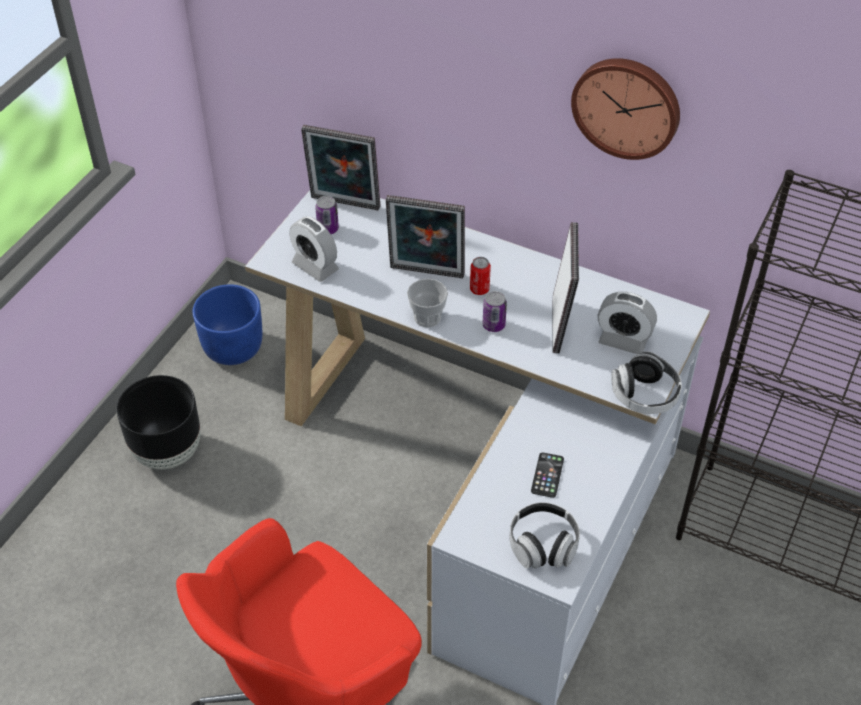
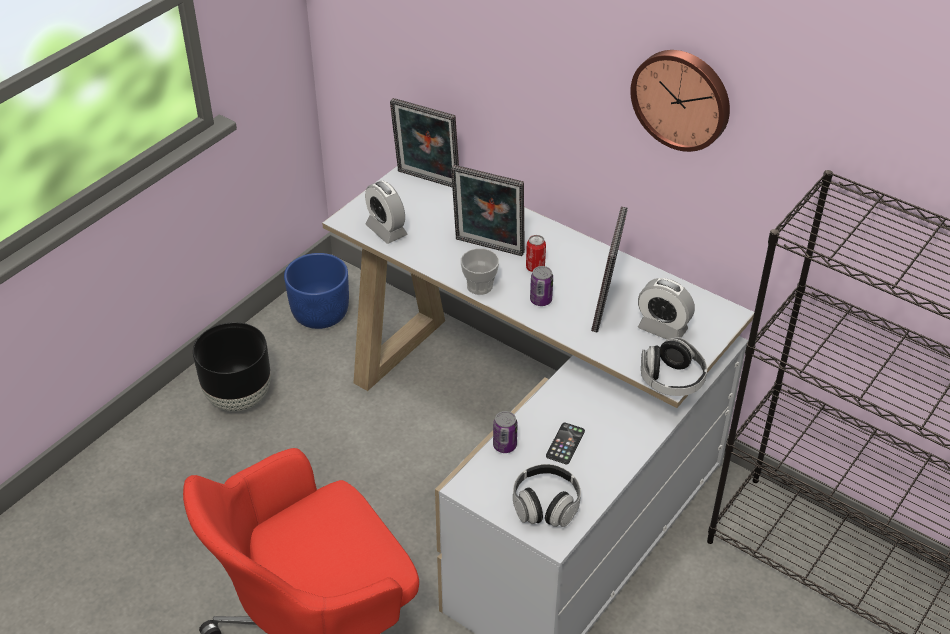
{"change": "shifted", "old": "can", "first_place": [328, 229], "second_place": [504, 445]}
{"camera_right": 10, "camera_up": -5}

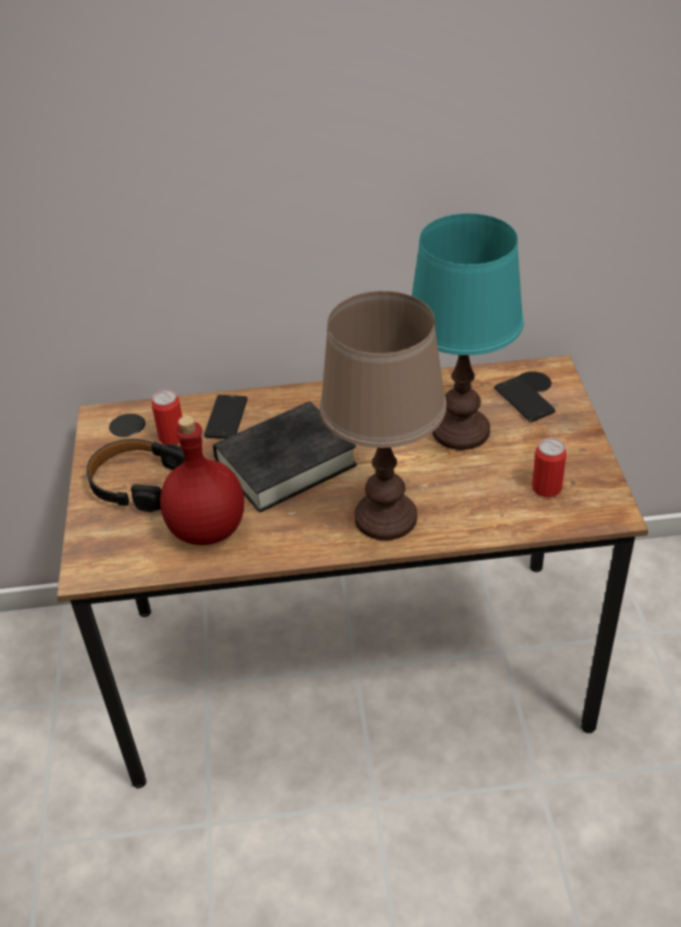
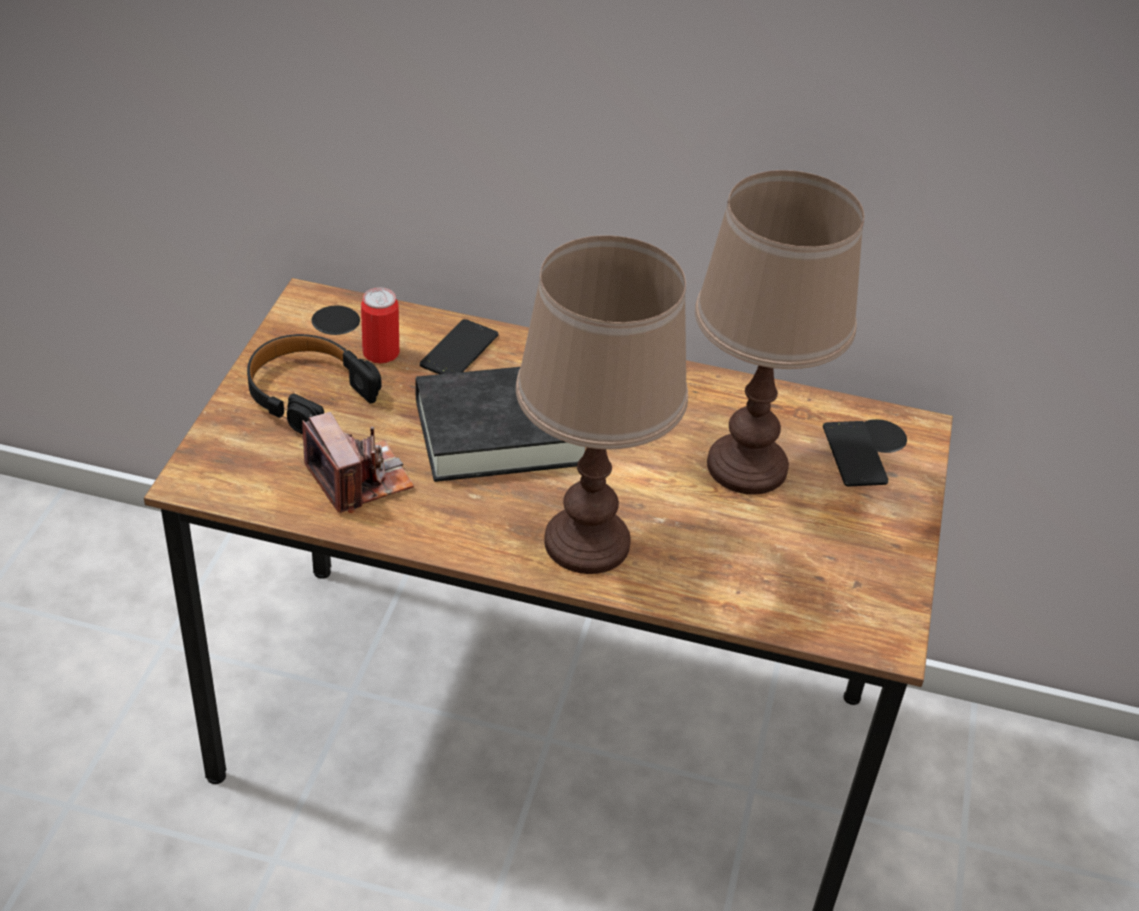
{"change": "swapped", "old": "red bottle", "new": "photo camera", "first_place": [206, 529], "second_place": [359, 479]}
{"change": "repainted", "old": "turquoise table lamp", "new": "brown table lamp", "first_place": [461, 430], "second_place": [748, 467]}
{"change": "gone", "old": "can", "first_place": [546, 488]}
{"camera_right": 15, "camera_up": 0}

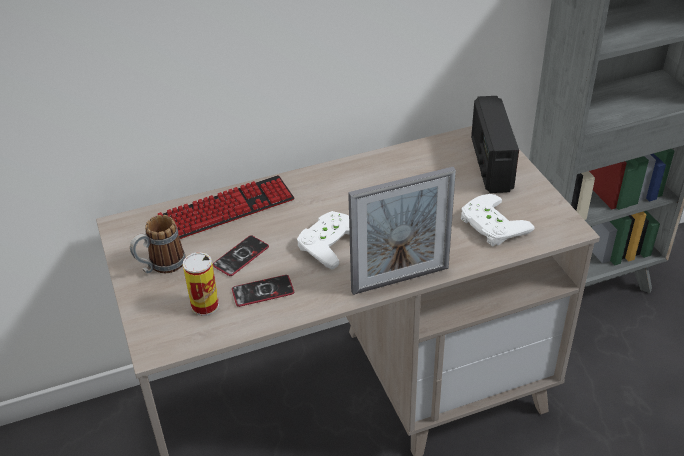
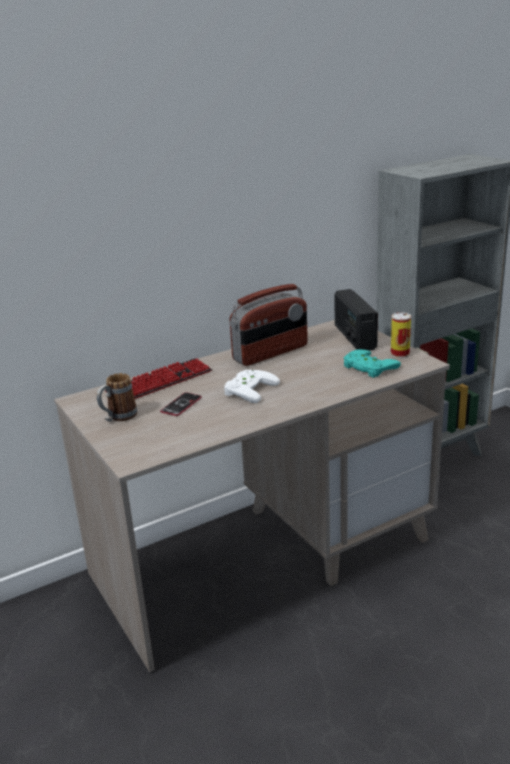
{"change": "shifted", "old": "can", "first_place": [205, 305], "second_place": [400, 354]}
{"change": "gone", "old": "phone", "first_place": [263, 291]}
{"change": "gone", "old": "picture frame", "first_place": [400, 279]}
{"change": "repainted", "old": "white game controller", "new": "turquoise game controller", "first_place": [490, 225], "second_place": [367, 367]}
{"change": "new", "new": "radio", "second_place": [271, 353]}
{"camera_right": -10, "camera_up": -15}

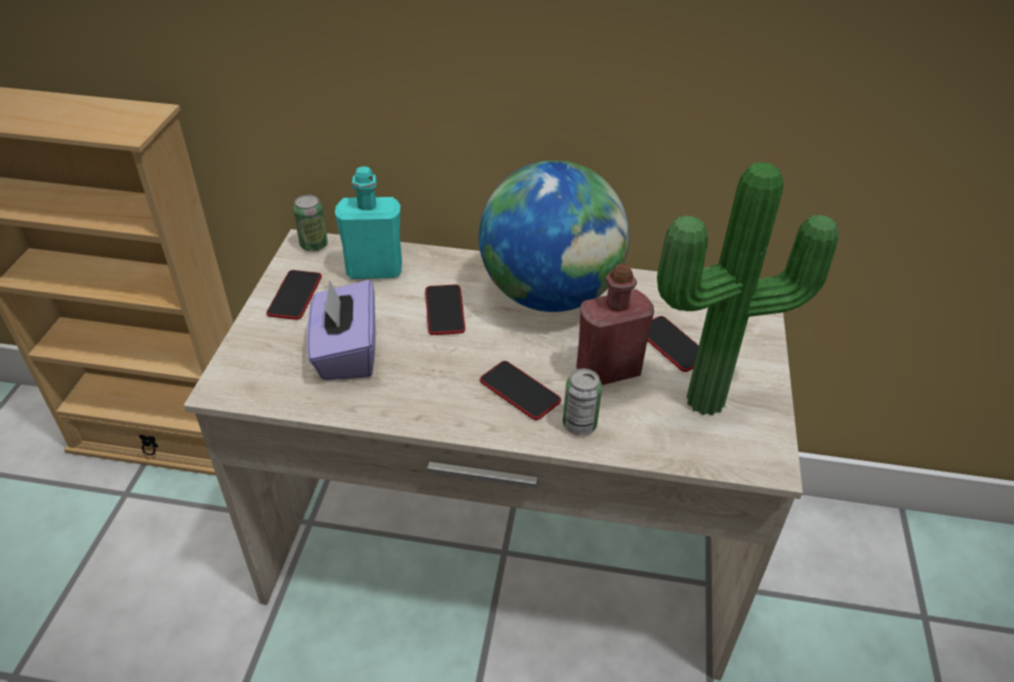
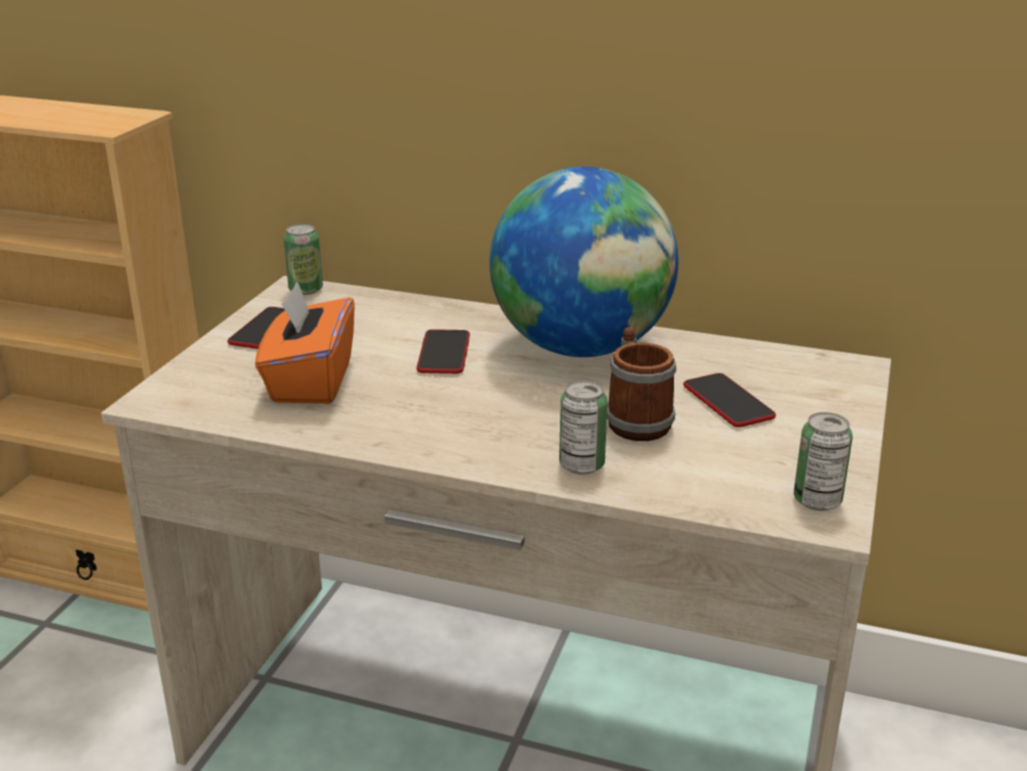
{"change": "repainted", "old": "purple tissue box", "new": "orange tissue box", "first_place": [346, 352], "second_place": [310, 381]}
{"change": "gone", "old": "turquoise bottle", "first_place": [374, 270]}
{"change": "gone", "old": "phone", "first_place": [519, 391]}
{"change": "swapped", "old": "red bottle", "new": "mug", "first_place": [608, 371], "second_place": [635, 420]}
{"change": "gone", "old": "potted plant", "first_place": [709, 406]}
{"change": "new", "new": "can", "second_place": [817, 500]}
{"camera_right": 10, "camera_up": -15}

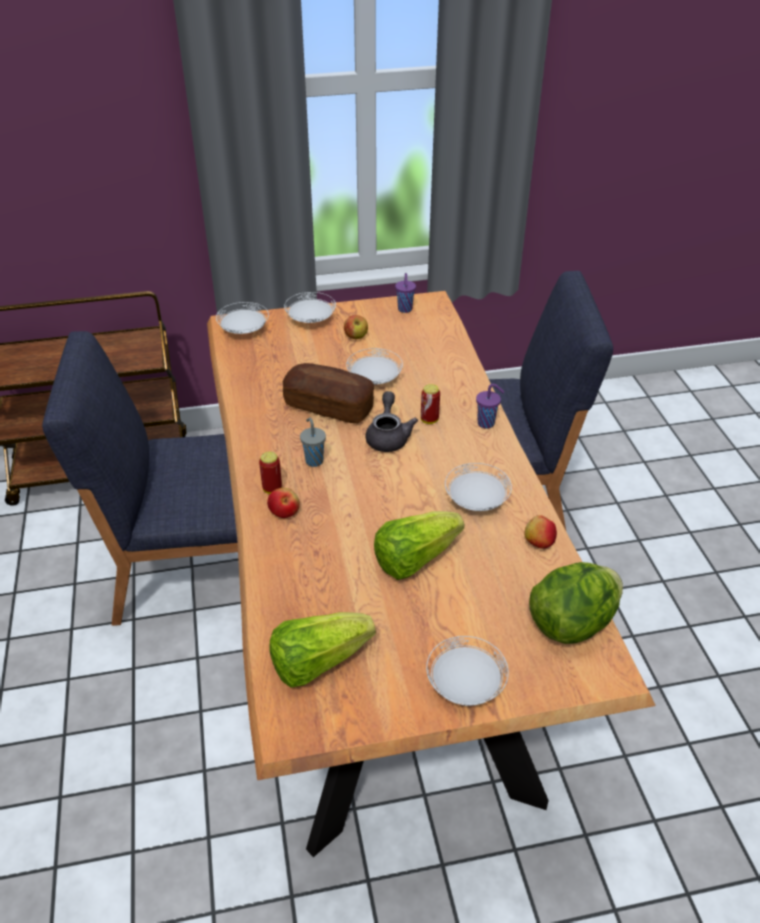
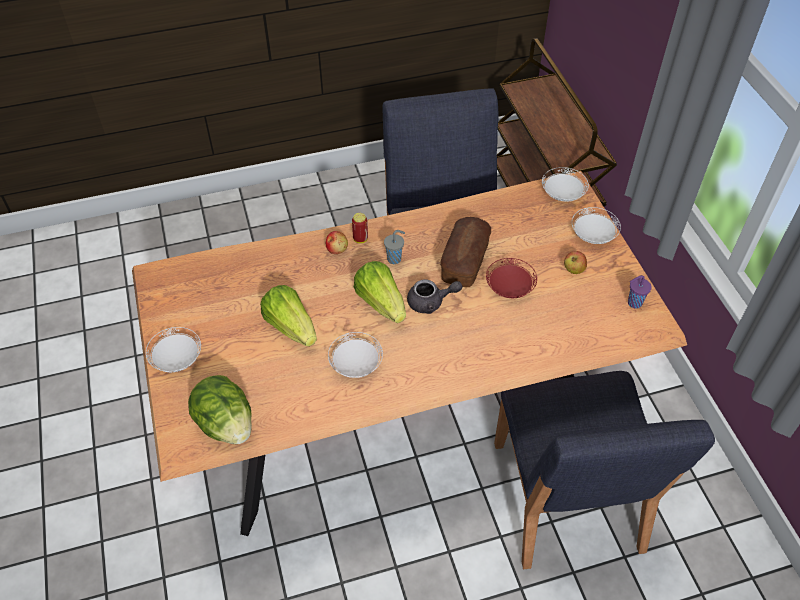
{"change": "shifted", "old": "lettuce", "first_place": [318, 662], "second_place": [381, 303]}
{"change": "repainted", "old": "white plate", "new": "red plate", "first_place": [374, 379], "second_place": [509, 288]}
{"change": "gone", "old": "can", "first_place": [429, 420]}
{"change": "gone", "old": "purple cup", "first_place": [487, 423]}
{"change": "gone", "old": "apple", "first_place": [538, 541]}
{"camera_right": 85, "camera_up": 10}

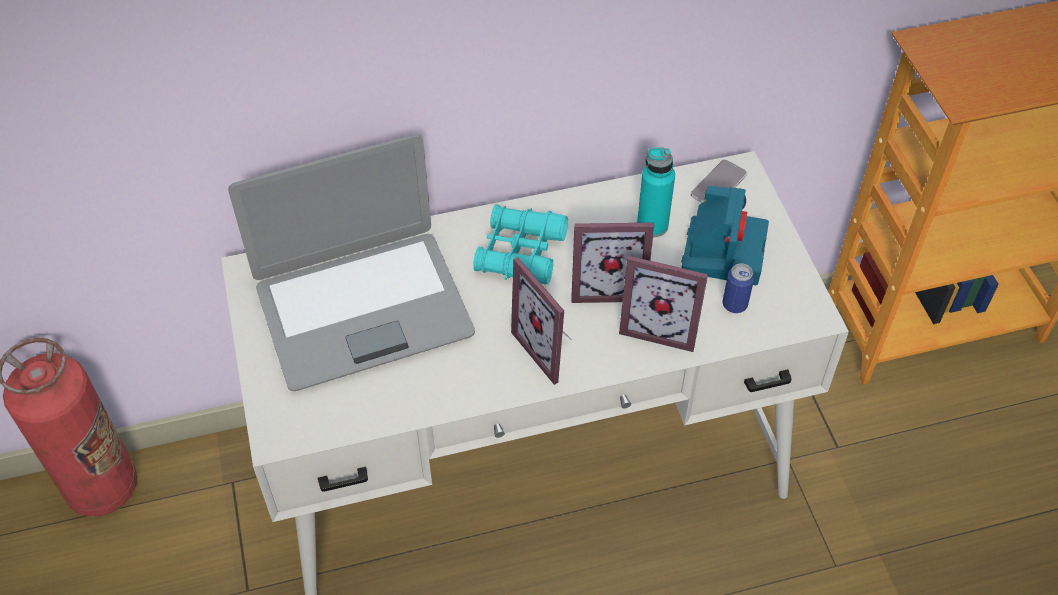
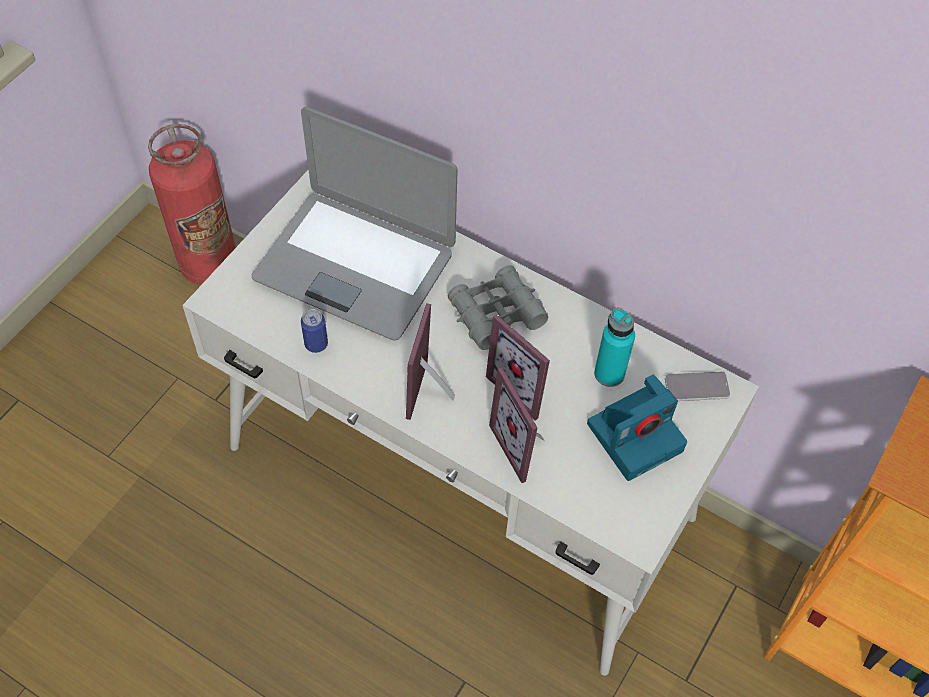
{"change": "repainted", "old": "turquoise binoculars", "new": "grey binoculars", "first_place": [520, 253], "second_place": [496, 314]}
{"change": "shifted", "old": "can", "first_place": [734, 305], "second_place": [316, 344]}
{"camera_right": 45, "camera_up": 5}

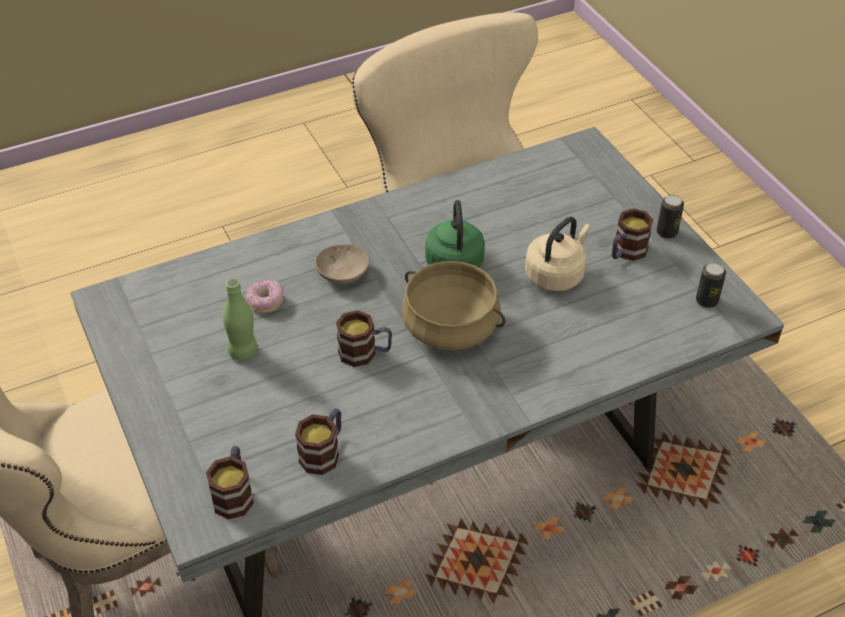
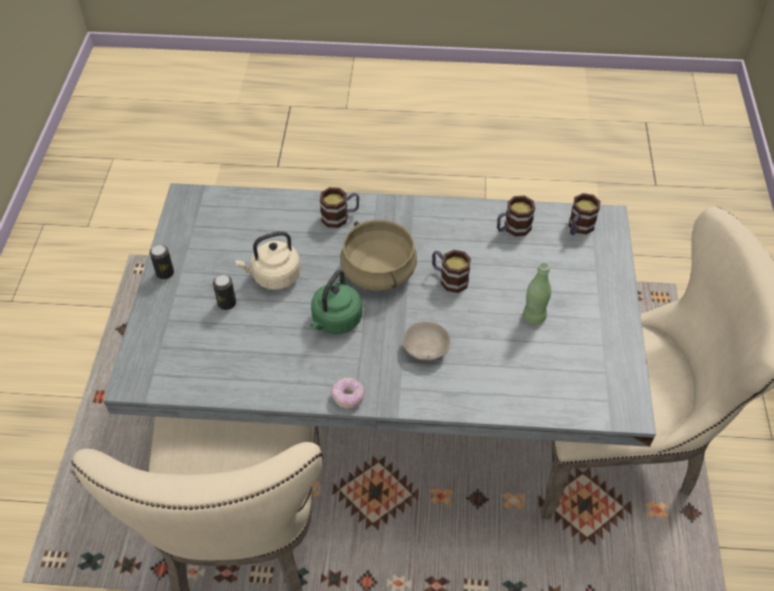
{"change": "shifted", "old": "donut", "first_place": [265, 302], "second_place": [348, 397]}
{"change": "shifted", "old": "mug", "first_place": [626, 252], "second_place": [340, 217]}
{"change": "shifted", "old": "can", "first_place": [706, 300], "second_place": [227, 303]}
{"camera_right": -150, "camera_up": 5}

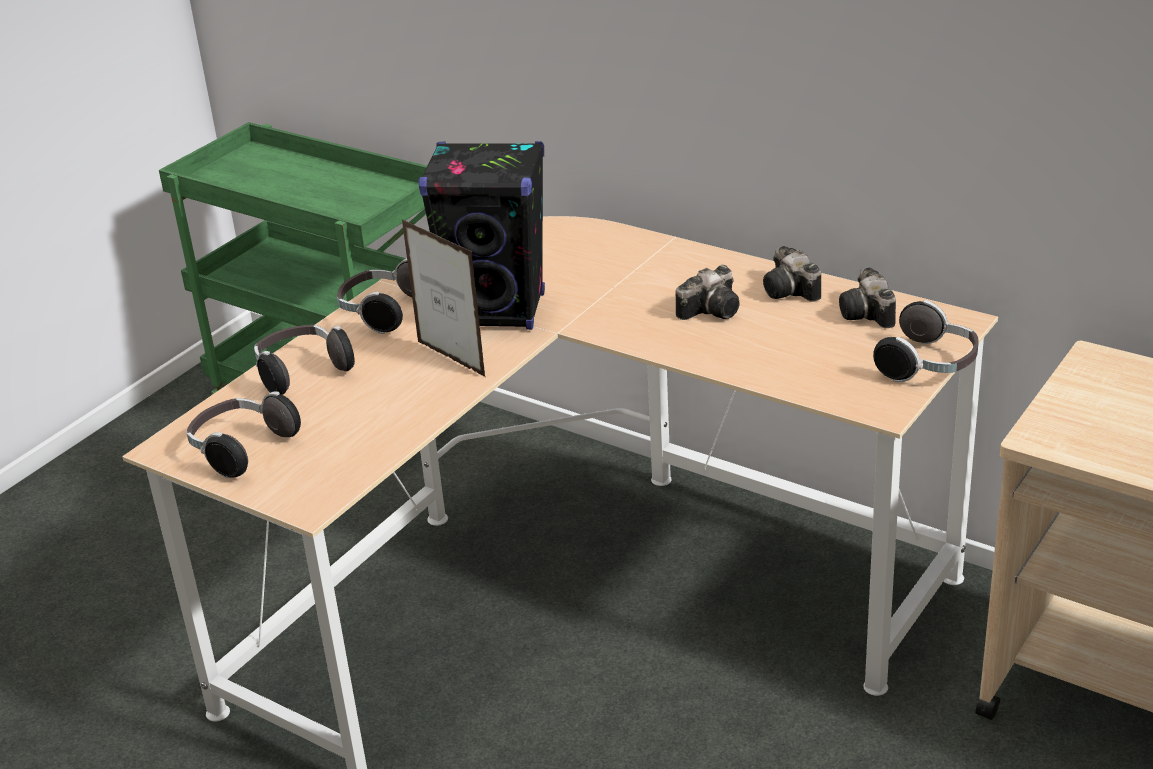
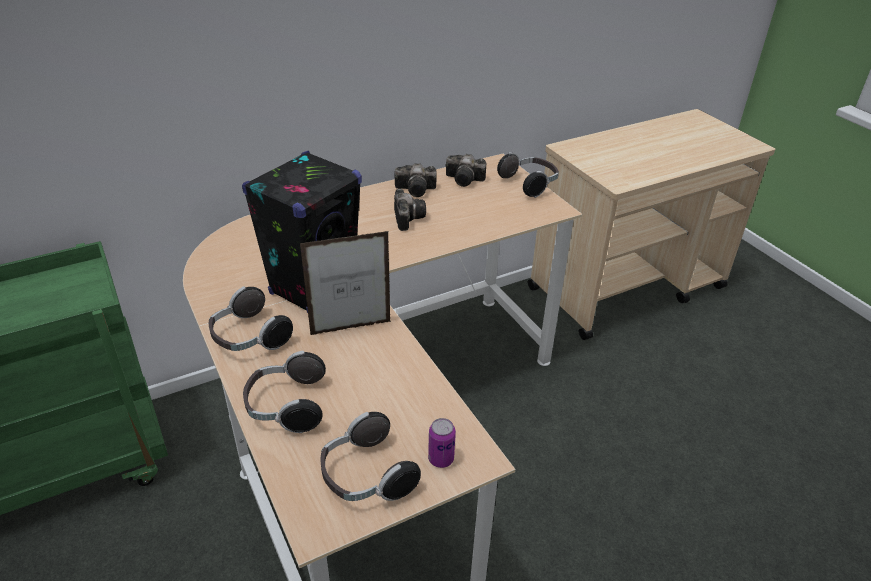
{"change": "new", "new": "can", "second_place": [441, 459]}
{"camera_right": -65, "camera_up": 5}

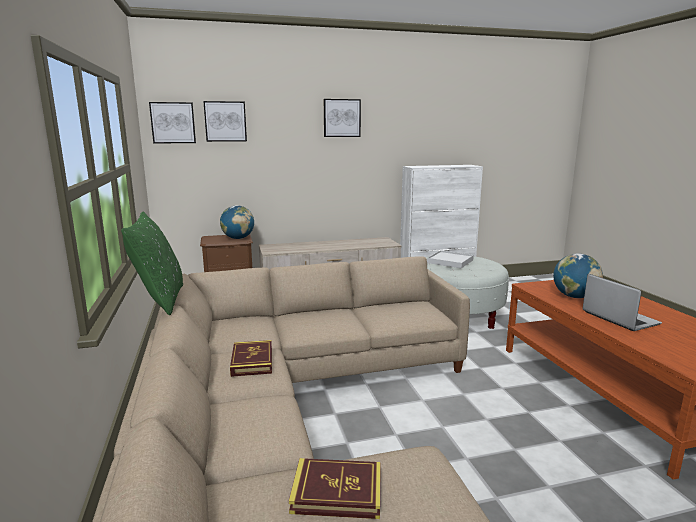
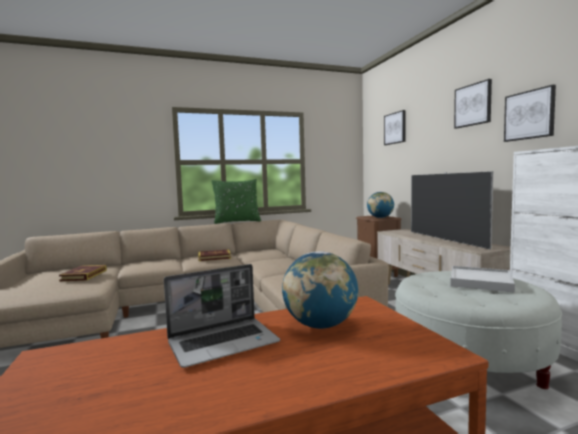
{"change": "shifted", "old": "picture", "first_place": [173, 123], "second_place": [529, 115]}
{"change": "new", "new": "television", "second_place": [445, 239]}
{"camera_right": 85, "camera_up": -10}

